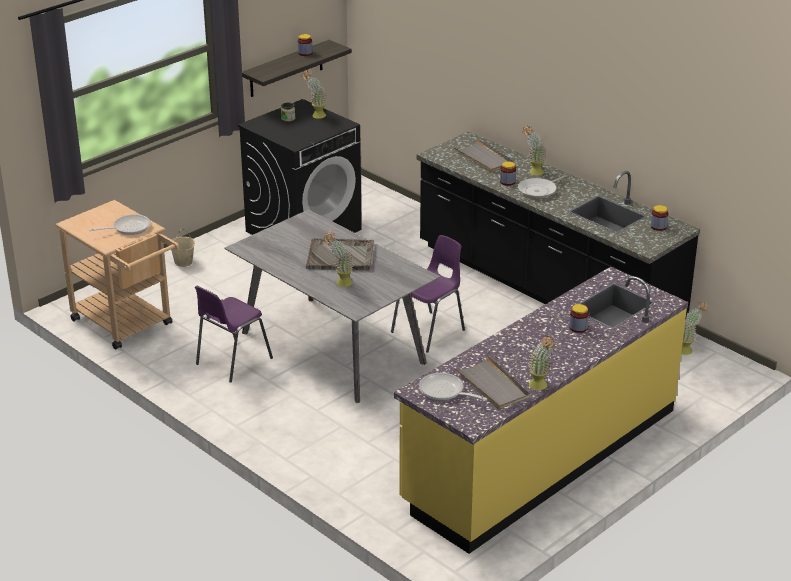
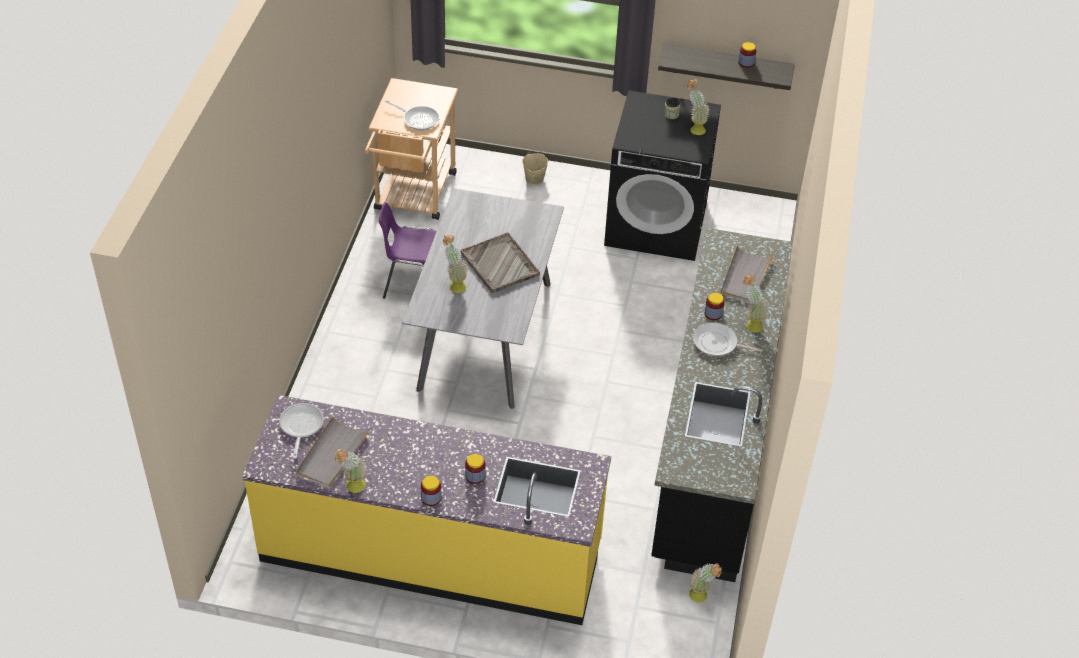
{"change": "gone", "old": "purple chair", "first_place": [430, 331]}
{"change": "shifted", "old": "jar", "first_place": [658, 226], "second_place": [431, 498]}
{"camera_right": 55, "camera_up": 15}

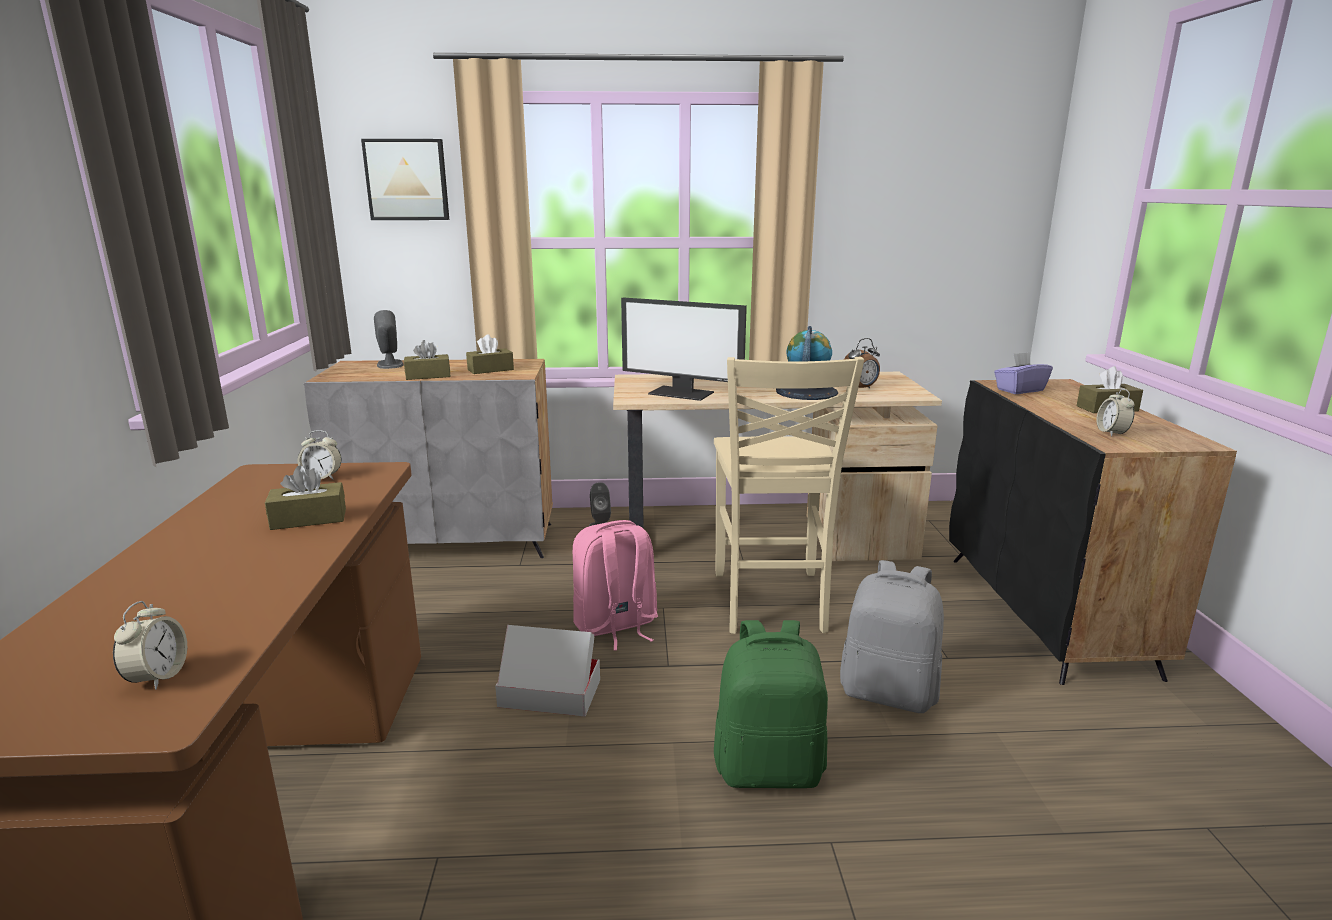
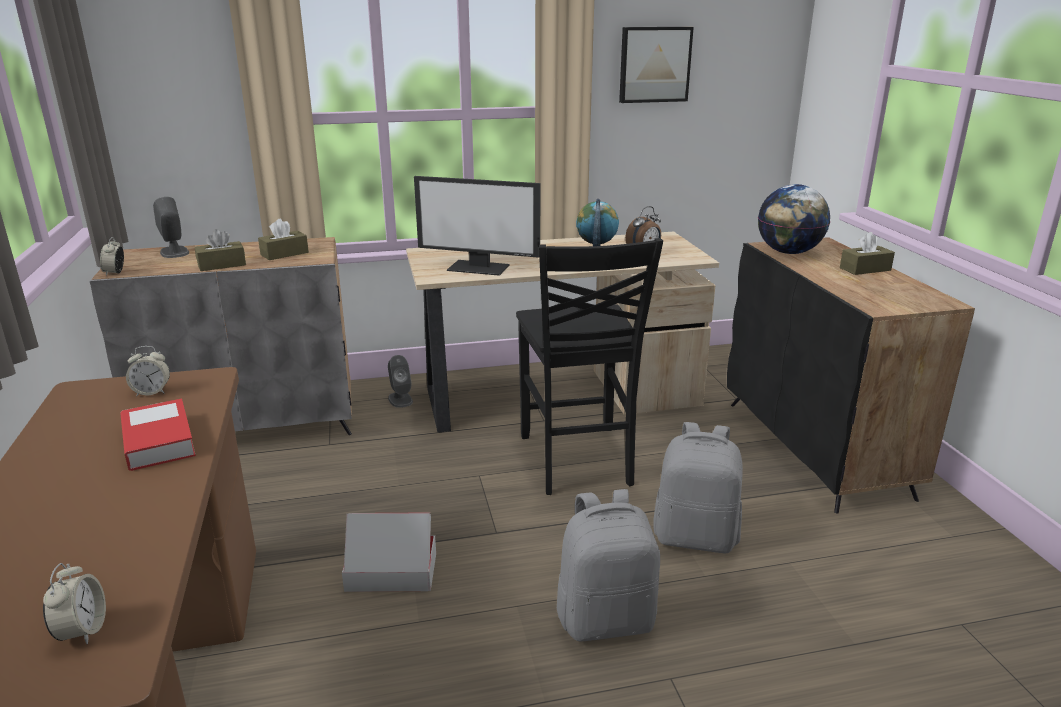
{"change": "swapped", "old": "brown tissue box", "new": "book", "first_place": [309, 519], "second_place": [158, 441]}
{"change": "shifted", "old": "picture", "first_place": [407, 180], "second_place": [654, 64]}
{"change": "gone", "old": "pink backpack", "first_place": [615, 626]}
{"change": "repainted", "old": "beige chair", "new": "black chair", "first_place": [770, 603], "second_place": [577, 461]}
{"change": "repainted", "old": "green backpack", "new": "grey backpack", "first_place": [769, 767], "second_place": [606, 618]}
{"change": "swapped", "old": "purple tissue box", "new": "globe", "first_place": [1019, 390], "second_place": [788, 252]}
{"change": "shifted", "old": "alarm clock", "first_place": [1111, 433], "second_place": [115, 273]}
{"camera_right": -10, "camera_up": 5}

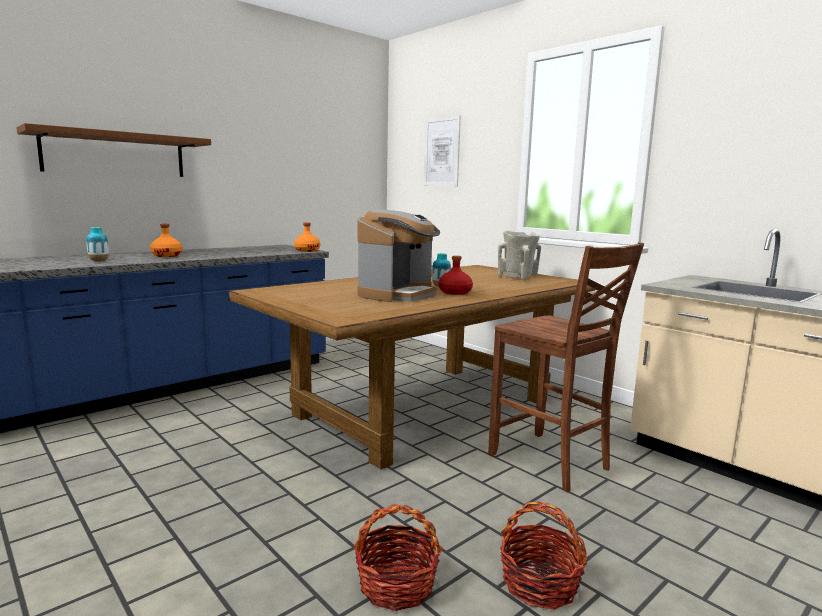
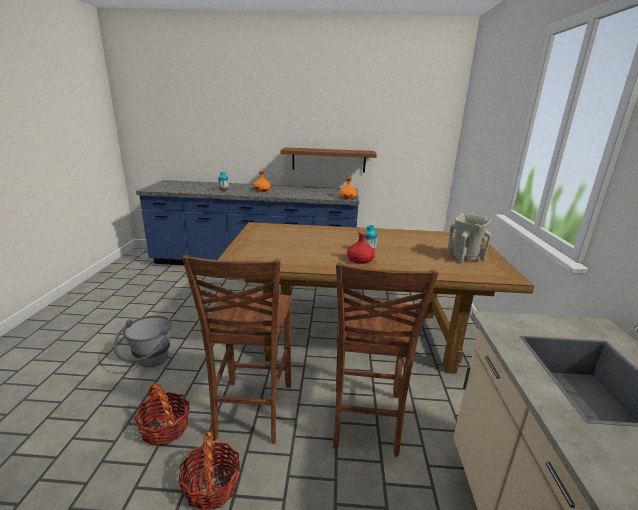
{"change": "shifted", "old": "brown shelf", "first_place": [115, 154], "second_place": [328, 160]}
{"change": "gone", "old": "coffee machine", "first_place": [397, 294]}
{"change": "gone", "old": "picture", "first_place": [442, 152]}
{"change": "new", "new": "grey bucket", "second_place": [149, 362]}
{"change": "new", "new": "brown chair", "second_place": [251, 411]}
{"camera_right": 45, "camera_up": 10}

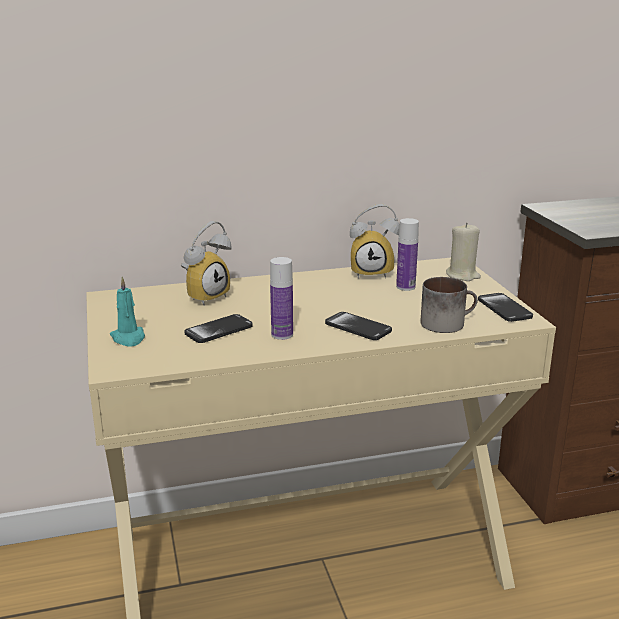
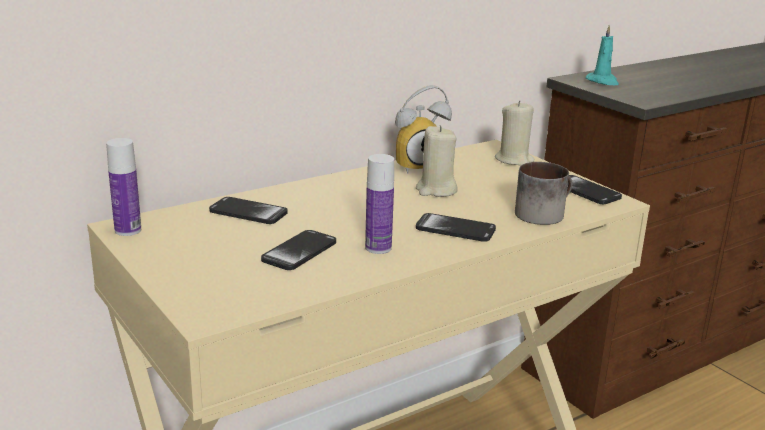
{"change": "shifted", "old": "turquoise candle", "first_place": [128, 338], "second_place": [602, 81]}
{"change": "swapped", "old": "alarm clock", "new": "phone", "first_place": [205, 296], "second_place": [248, 212]}
{"change": "shifted", "old": "bottle", "first_place": [405, 287], "second_place": [128, 230]}
{"change": "new", "new": "beige candle", "second_place": [436, 190]}
{"camera_right": -20, "camera_up": 0}

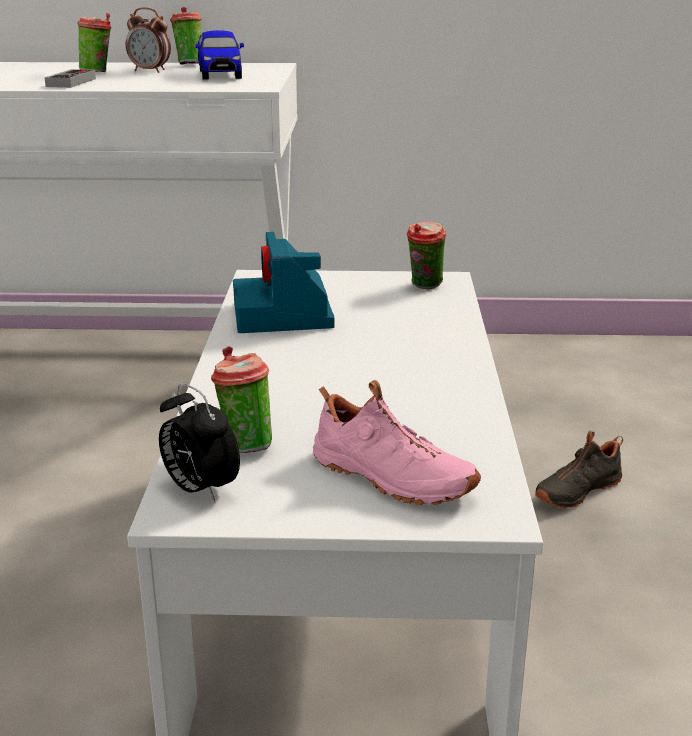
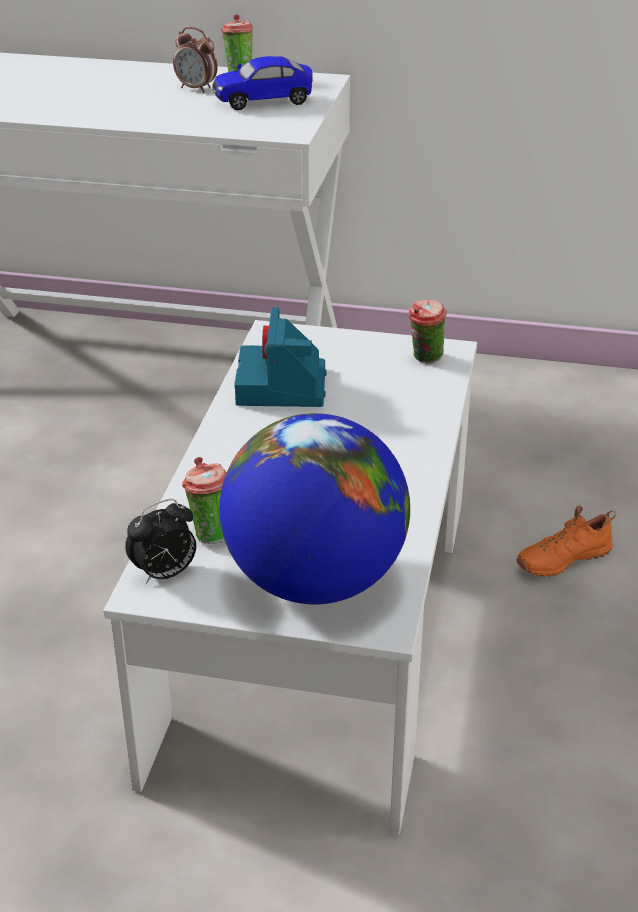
{"change": "gone", "old": "game controller", "first_place": [71, 82]}
{"change": "gone", "old": "cup", "first_place": [98, 72]}
{"change": "rotated", "old": "alarm clock", "first_place": [199, 490], "second_place": [164, 574], "degrees": -90}
{"change": "rotated", "old": "toy car", "first_place": [220, 75], "second_place": [263, 101], "degrees": 75}
{"change": "swapped", "old": "pink shoe", "new": "globe", "first_place": [389, 479], "second_place": [315, 581]}
{"change": "repainted", "old": "black shoe", "new": "orange shoe", "first_place": [576, 490], "second_place": [562, 558]}
{"camera_right": 10, "camera_up": 10}

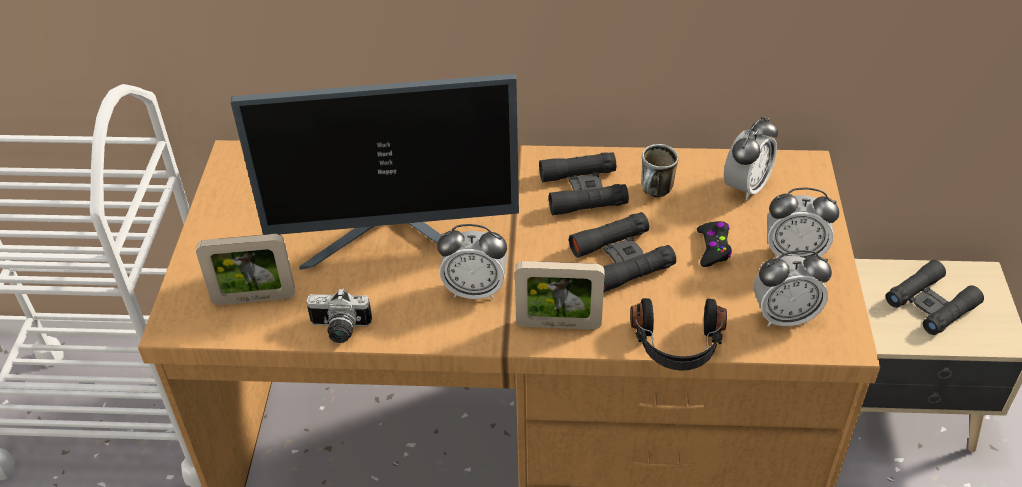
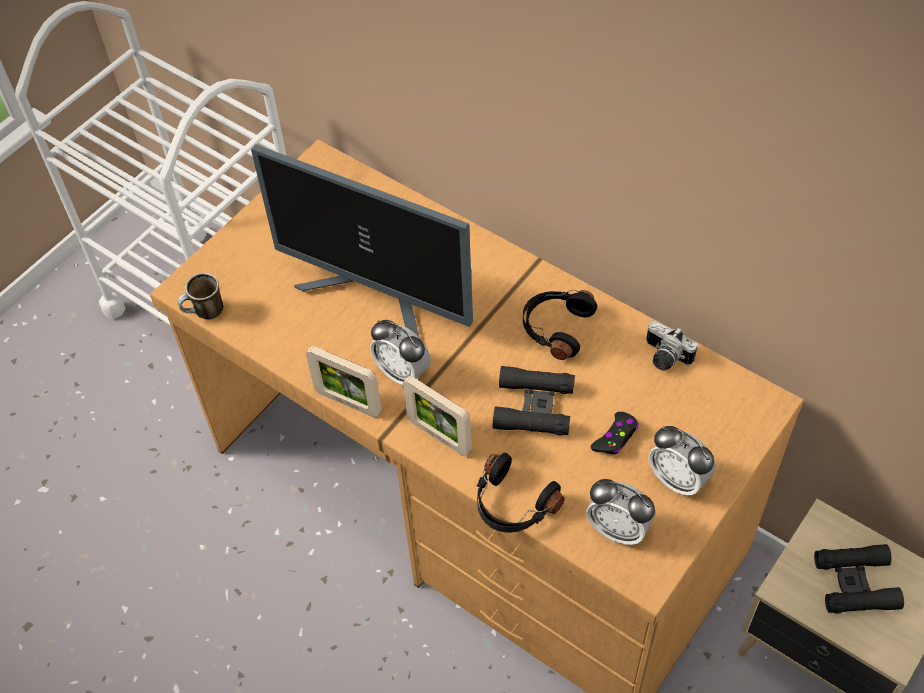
{"change": "shifted", "old": "picture frame", "first_place": [254, 298], "second_place": [348, 402]}
{"change": "shifted", "old": "photo camera", "first_place": [339, 330], "second_place": [664, 357]}
{"change": "swapped", "old": "black binoculars", "new": "black headphones", "first_place": [582, 190], "second_place": [555, 328]}
{"change": "shifted", "old": "mug", "first_place": [655, 193], "second_place": [205, 314]}
{"change": "gone", "old": "alarm clock", "first_place": [746, 187]}
{"camera_right": 35, "camera_up": 10}

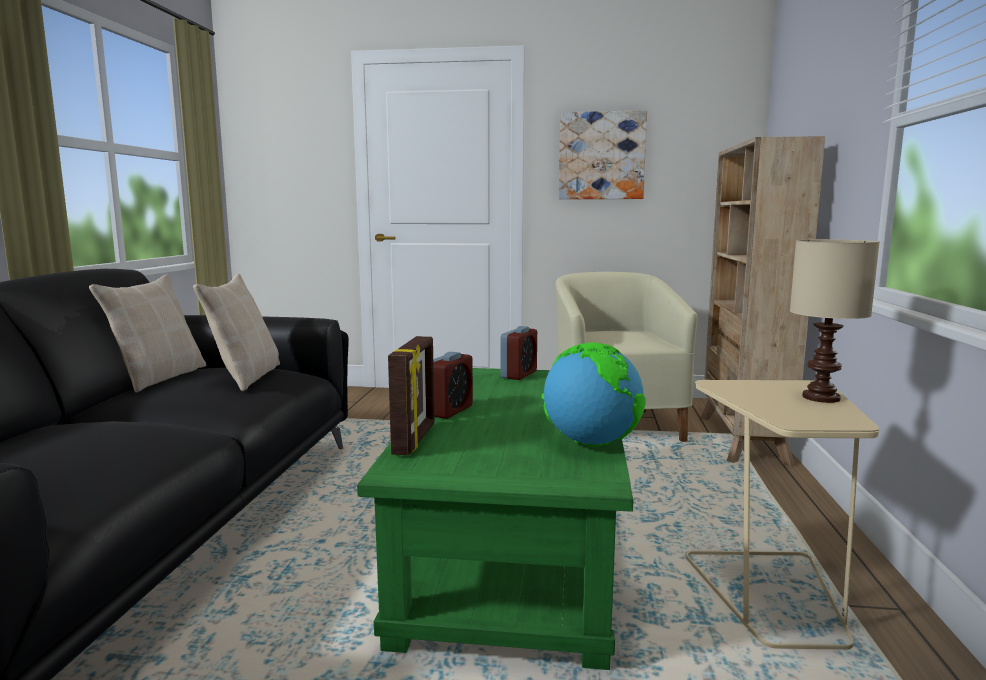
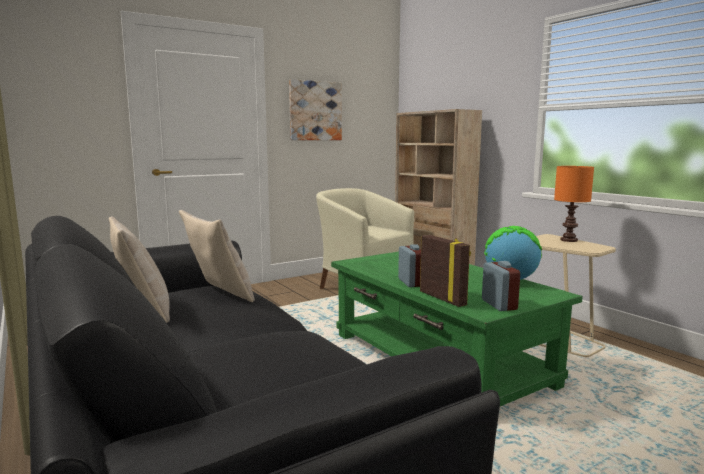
{"change": "shifted", "old": "alarm clock", "first_place": [519, 375], "second_place": [499, 305]}
{"change": "repainted", "old": "beige table lamp", "new": "orange table lamp", "first_place": [822, 398], "second_place": [569, 240]}
{"camera_right": -40, "camera_up": 0}

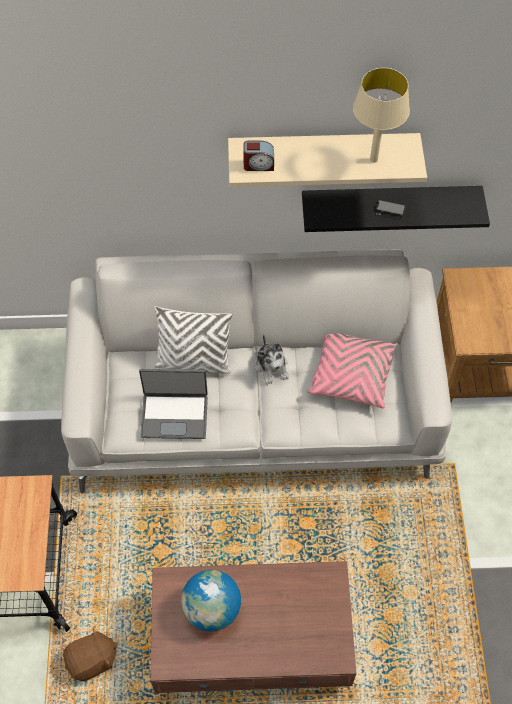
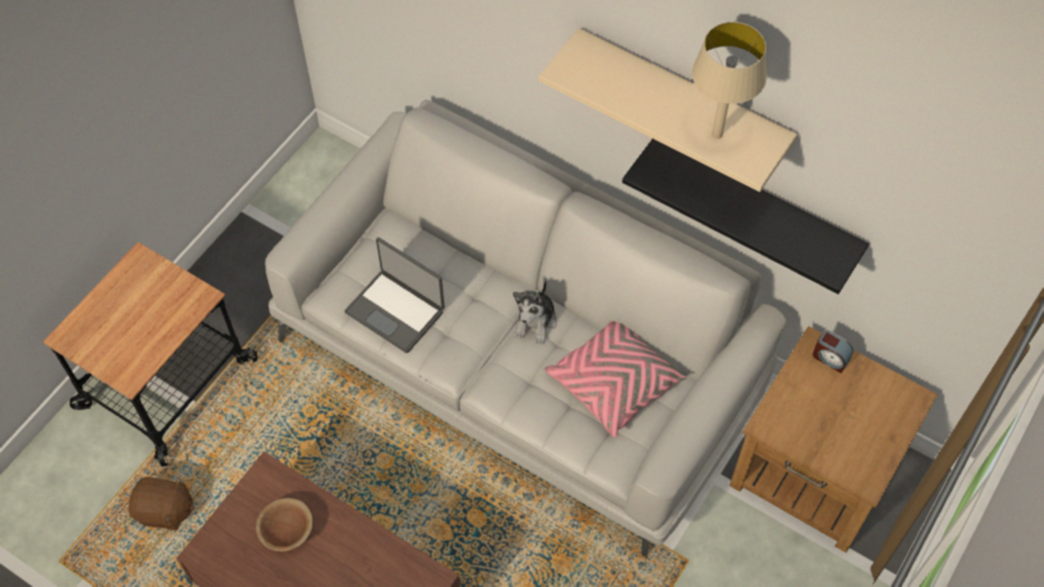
{"change": "gone", "old": "white pillow", "first_place": [194, 362]}
{"change": "swapped", "old": "globe", "new": "brown bowl", "first_place": [212, 609], "second_place": [286, 530]}
{"change": "shifted", "old": "alarm clock", "first_place": [258, 165], "second_place": [830, 358]}
{"change": "gone", "old": "phone", "first_place": [389, 211]}
{"camera_right": 35, "camera_up": 0}

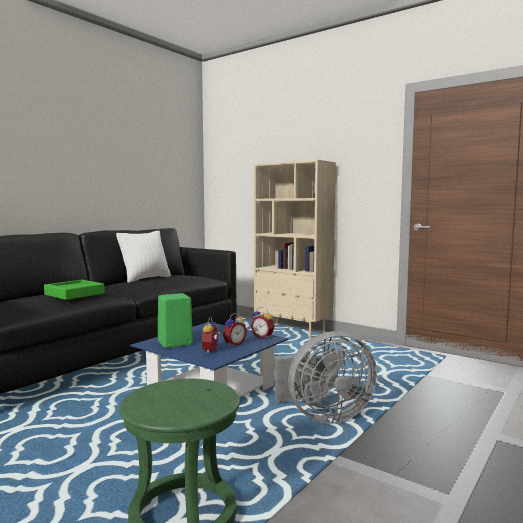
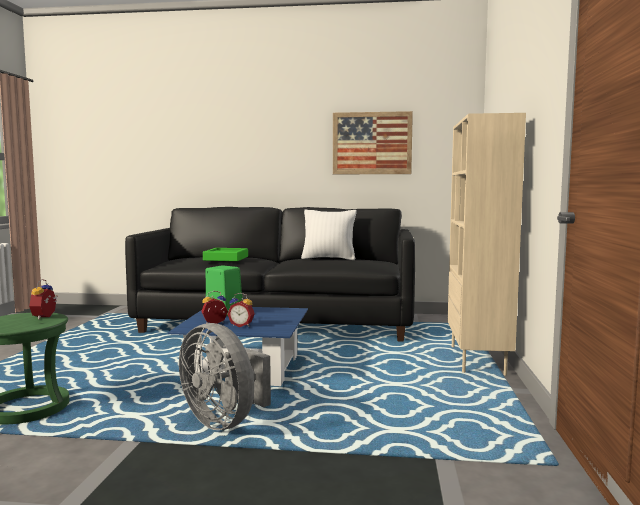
{"change": "shifted", "old": "alarm clock", "first_place": [263, 336], "second_place": [46, 317]}
{"change": "new", "new": "picture", "second_place": [372, 143]}
{"camera_right": 60, "camera_up": 0}

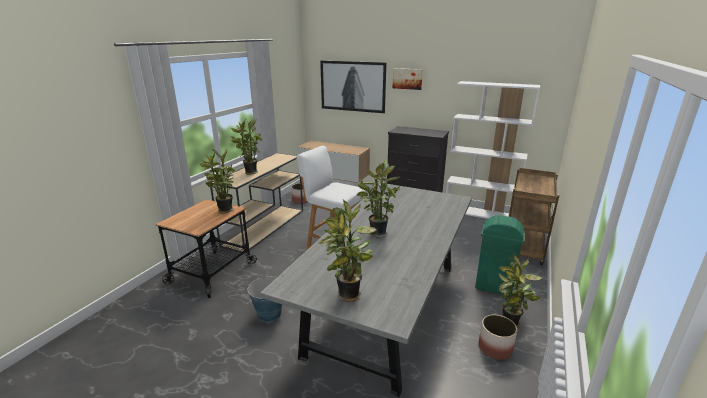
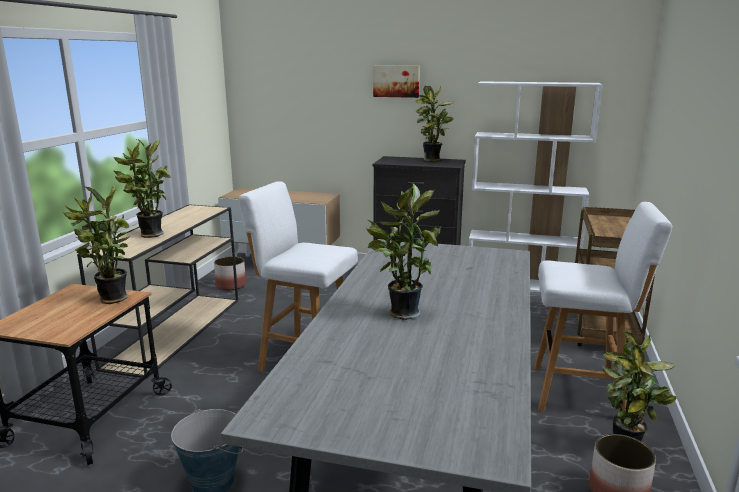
{"change": "shifted", "old": "potted plant", "first_place": [348, 296], "second_place": [432, 160]}
{"change": "gone", "old": "picture", "first_place": [353, 86]}
{"change": "swapped", "old": "green trash can", "new": "white stool", "first_place": [494, 287], "second_place": [580, 393]}
{"camera_right": -10, "camera_up": -5}

